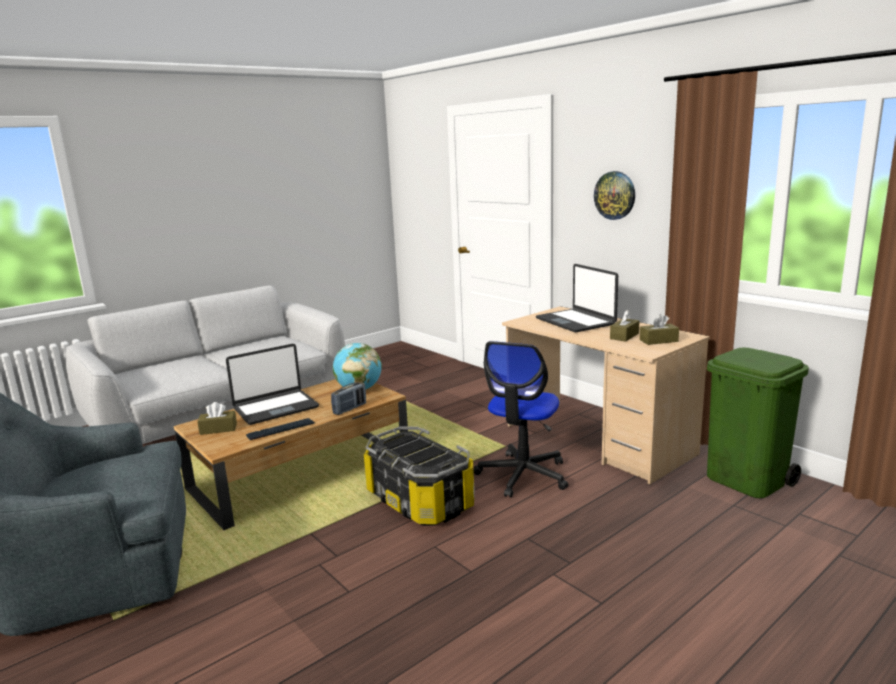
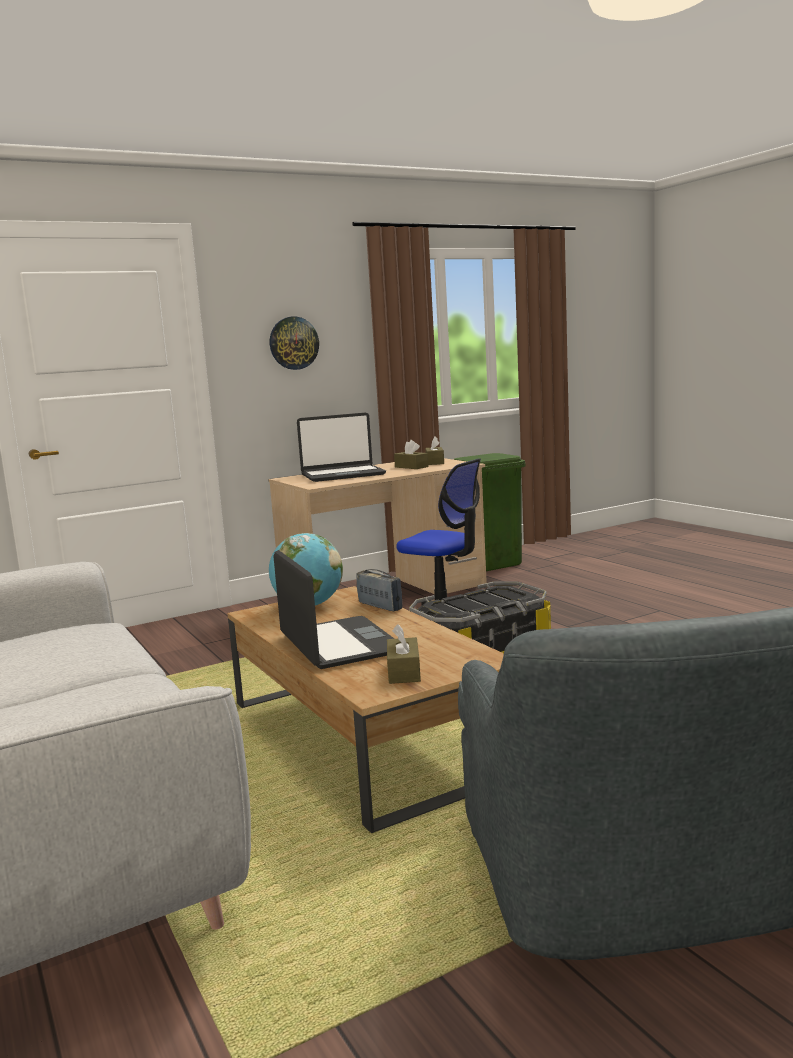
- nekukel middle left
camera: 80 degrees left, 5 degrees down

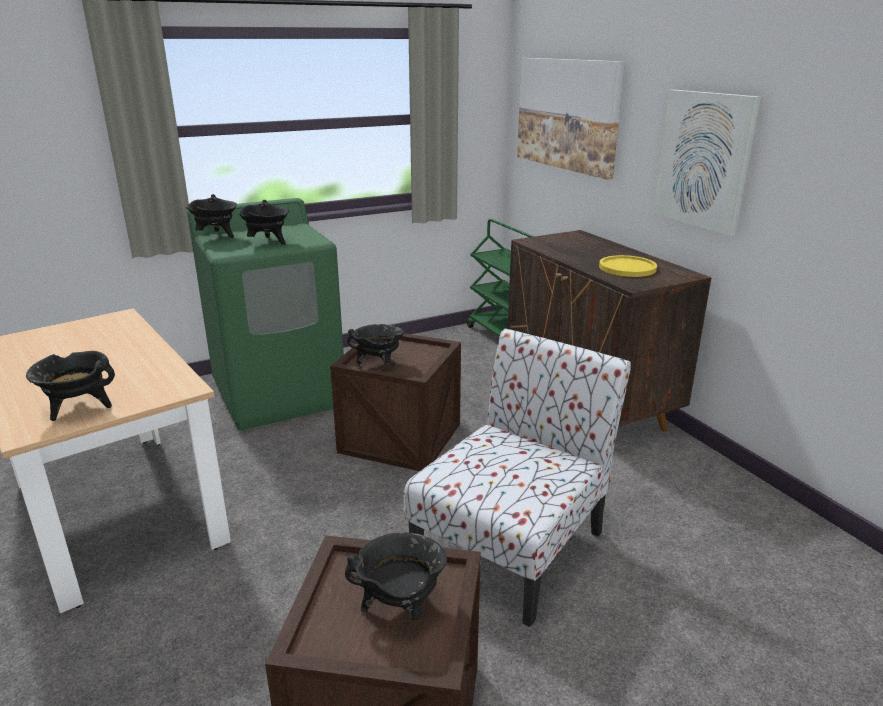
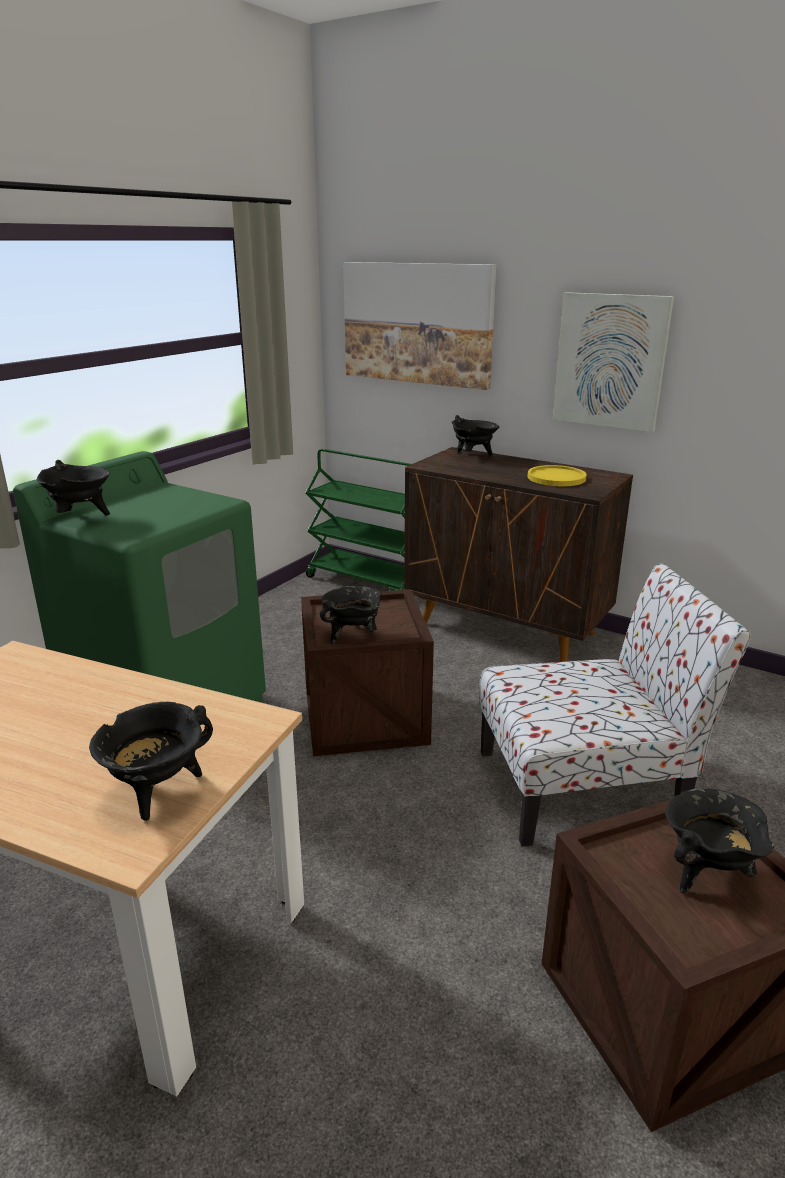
~ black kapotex (3rd from left in the first image) top left to black kapotex (4th from left) centre
~ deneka bottom centre = middle right 75 degrees clockwise
camera: 30 degrees left, 0 degrees up

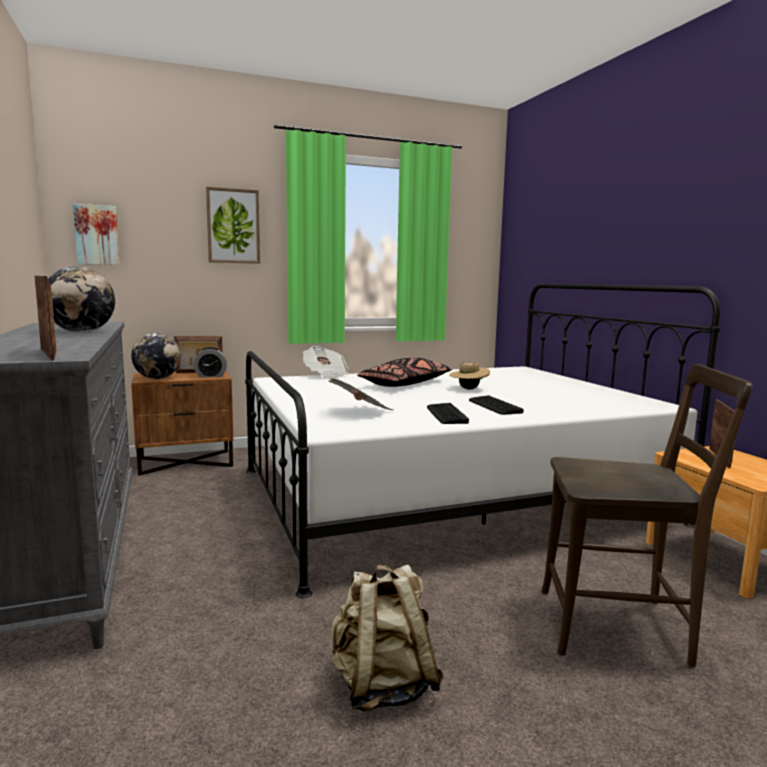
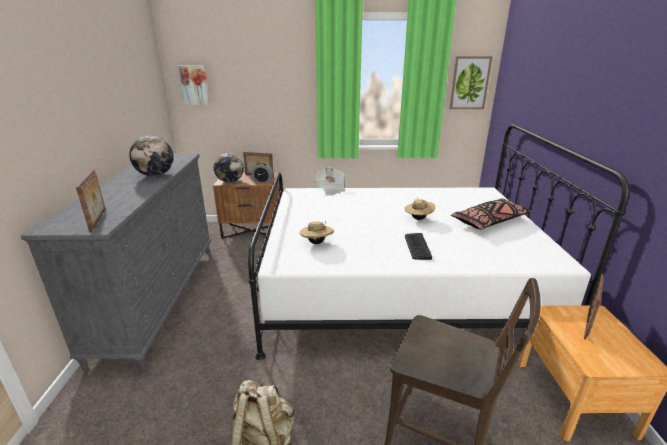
~ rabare (2nd from left) centre to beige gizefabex (1st from left) centre
~ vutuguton (2nd from left) top left to top right
~ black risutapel centre to middle right
- nekukel (1st from left) centre
camera: 20 degrees right, 15 degrees up

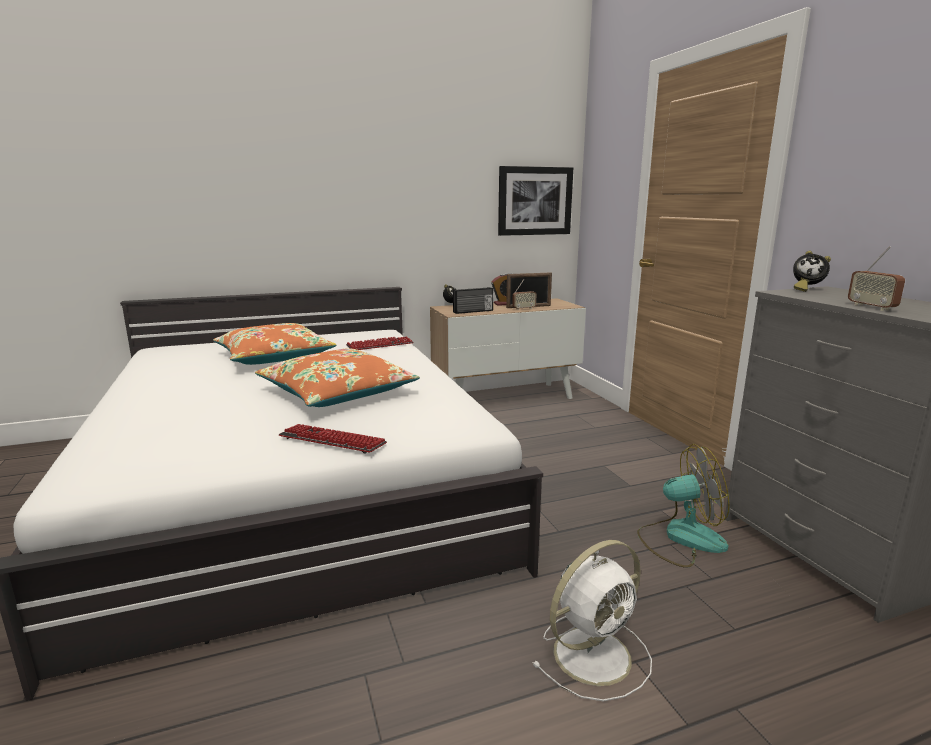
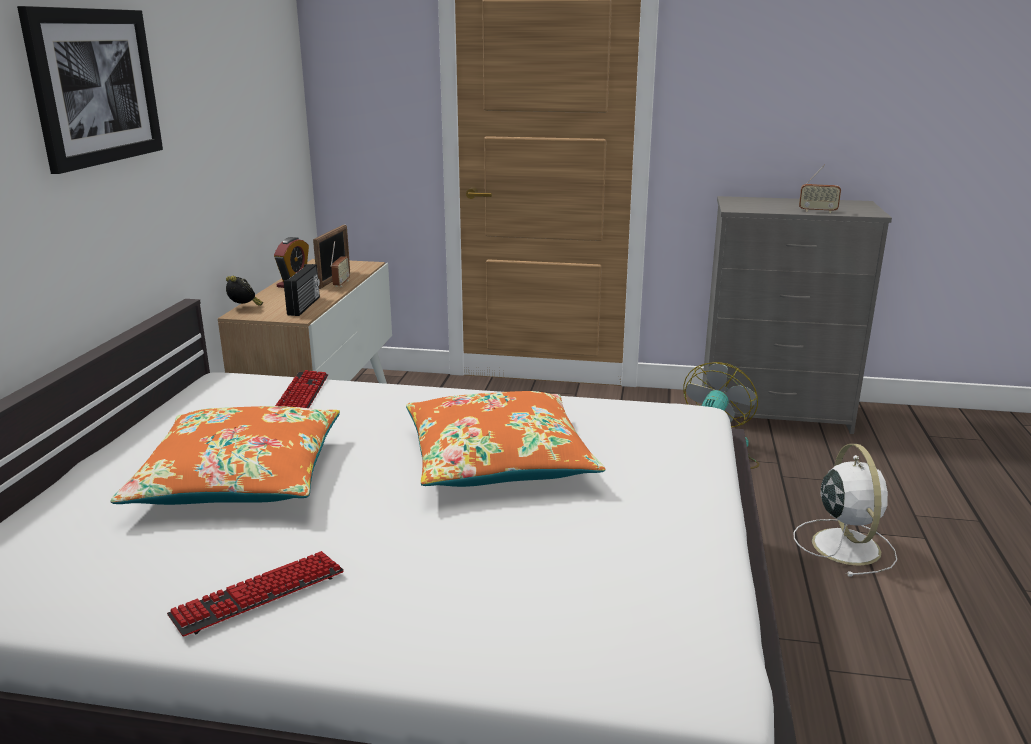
~ vutuguton top centre to top left
~ nekukel (1st from left) centre to bottom left
- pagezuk (3rd from left) middle right
camera: 60 degrees left, 5 degrees up

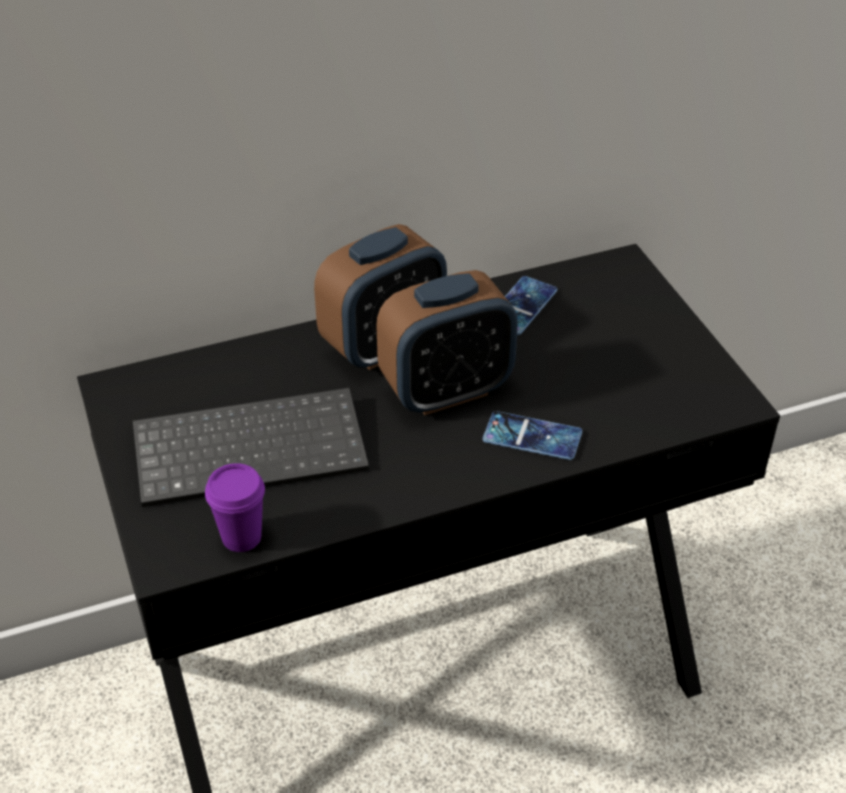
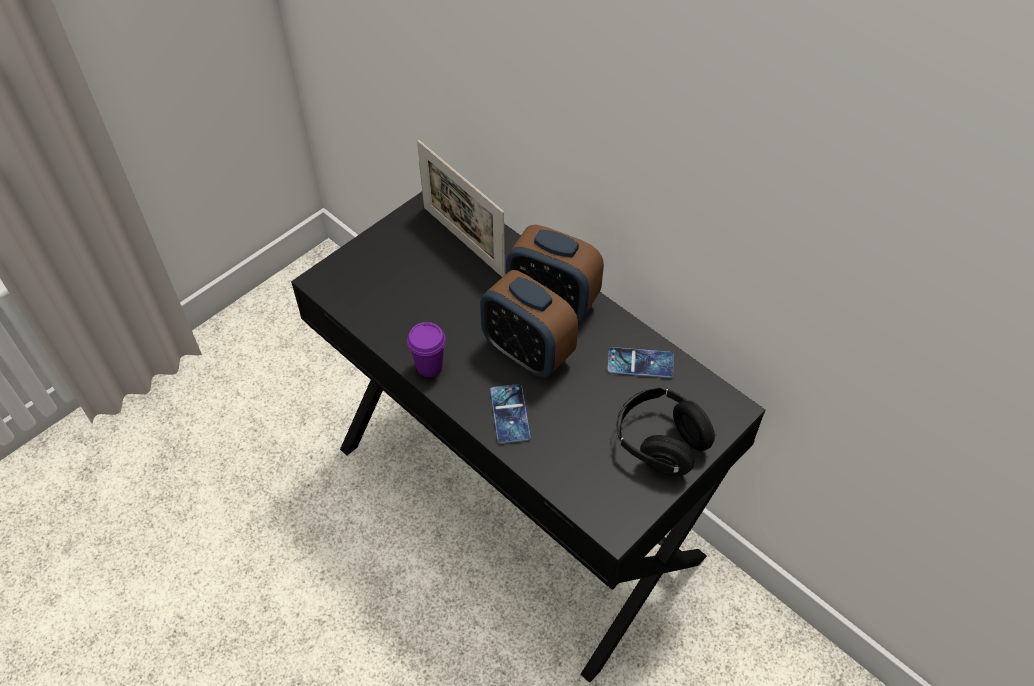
~ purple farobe middle left to centre
+ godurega top centre
+ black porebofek centre
- nekukel middle left
camera: 65 degrees right, 10 degrees up

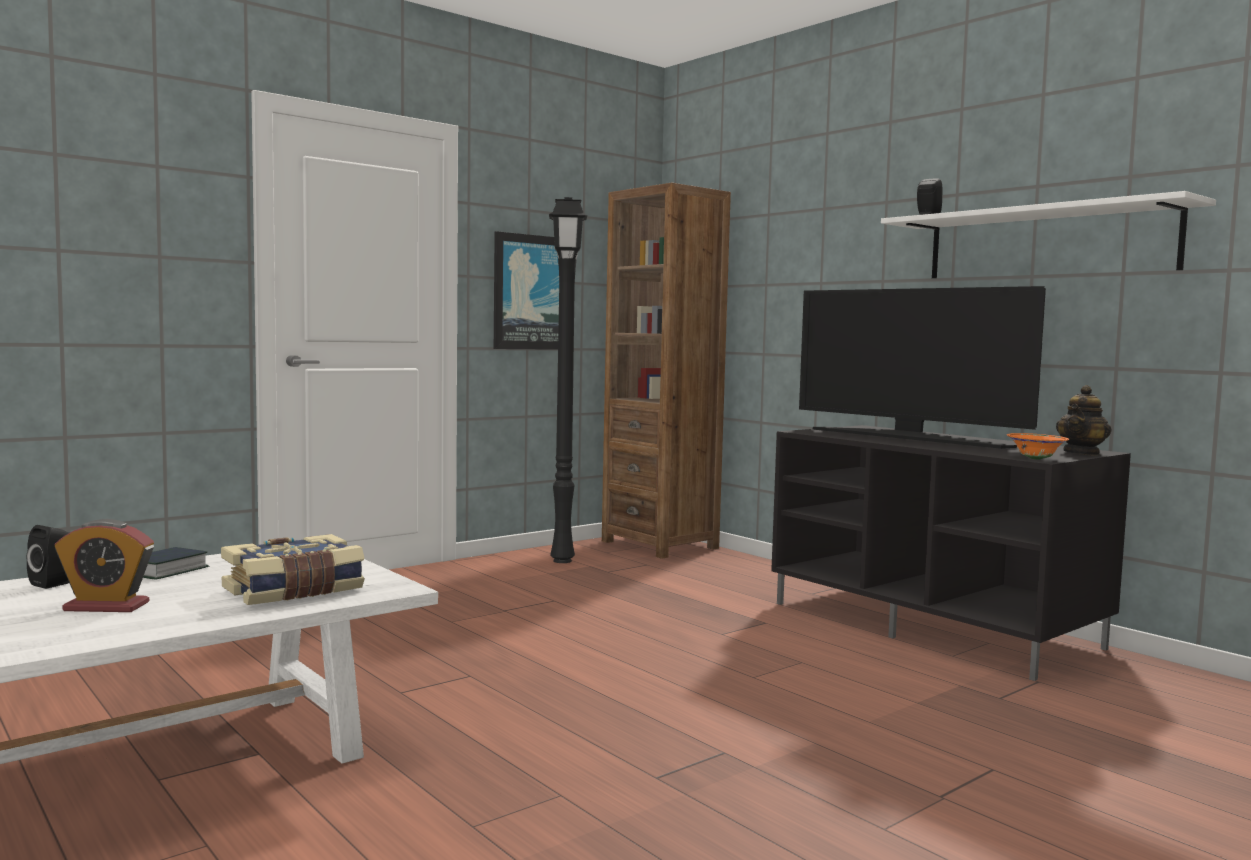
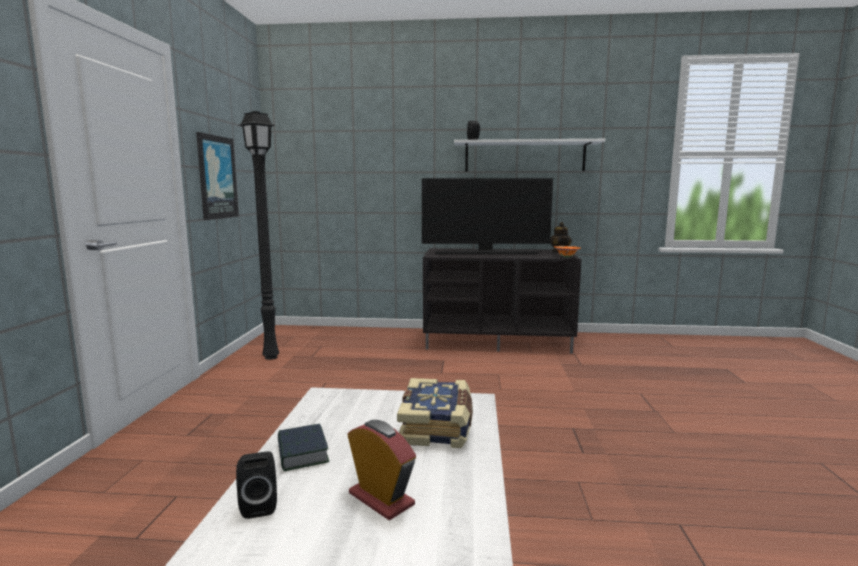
~ pagezuk middle left = bottom centre 90 degrees counterclockwise
- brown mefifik centre
camera: 45 degrees left, 5 degrees up

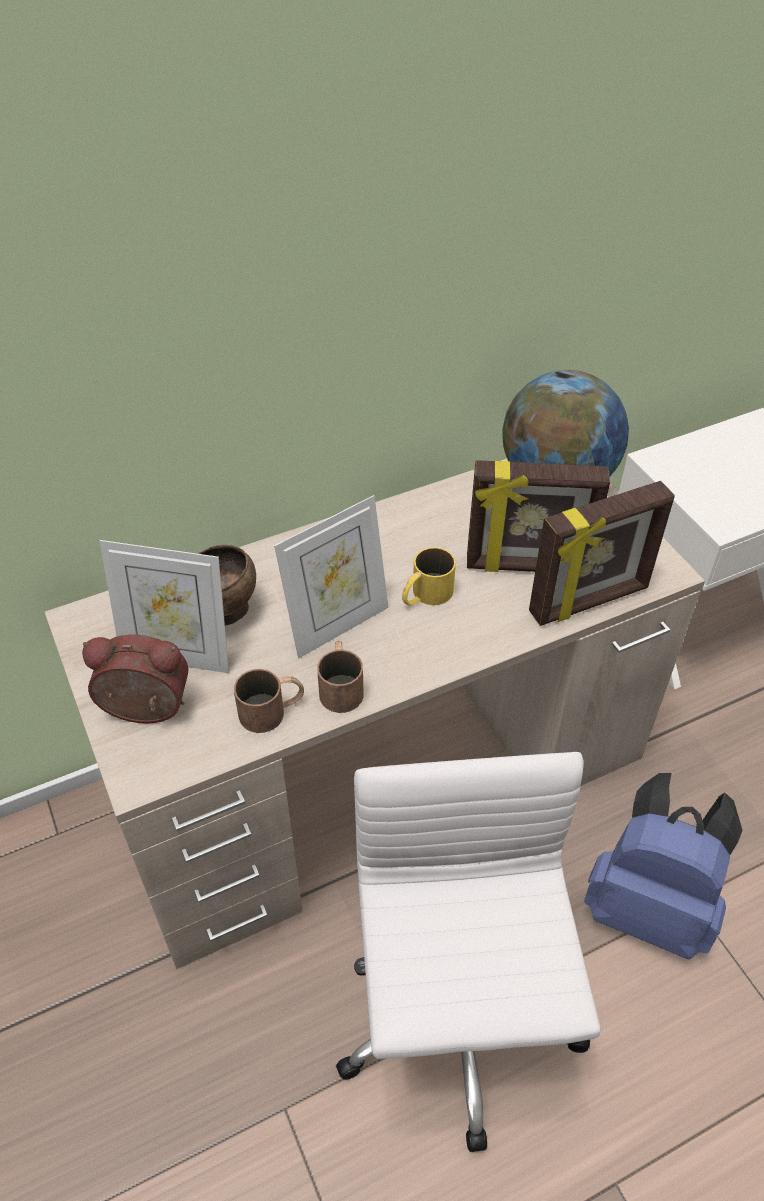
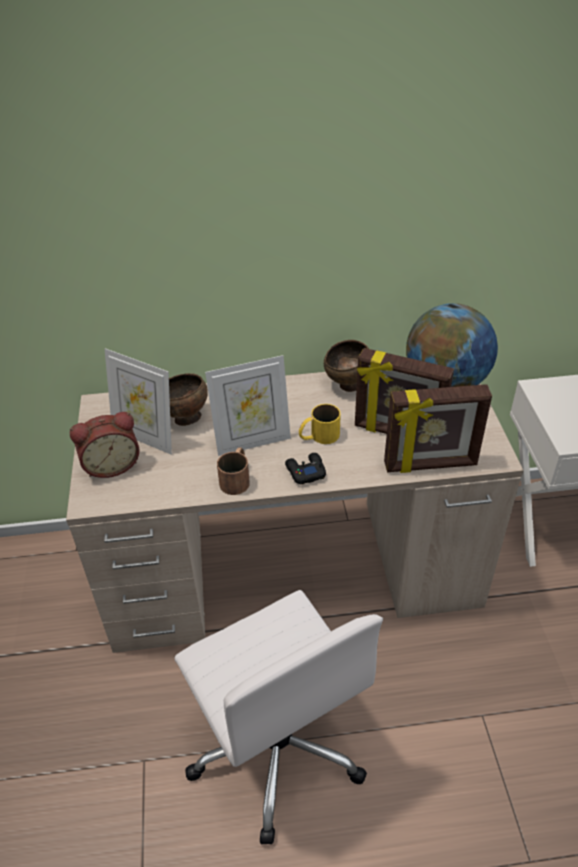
~ pagezuk middle left = middle left 135 degrees clockwise
~ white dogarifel bottom centre = bottom centre 135 degrees clockwise
+ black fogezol centre
+ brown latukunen (2nd from left) centre
- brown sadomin (1st from left) centre
- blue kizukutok bottom right
camera: 20 degrees right, 5 degrees down

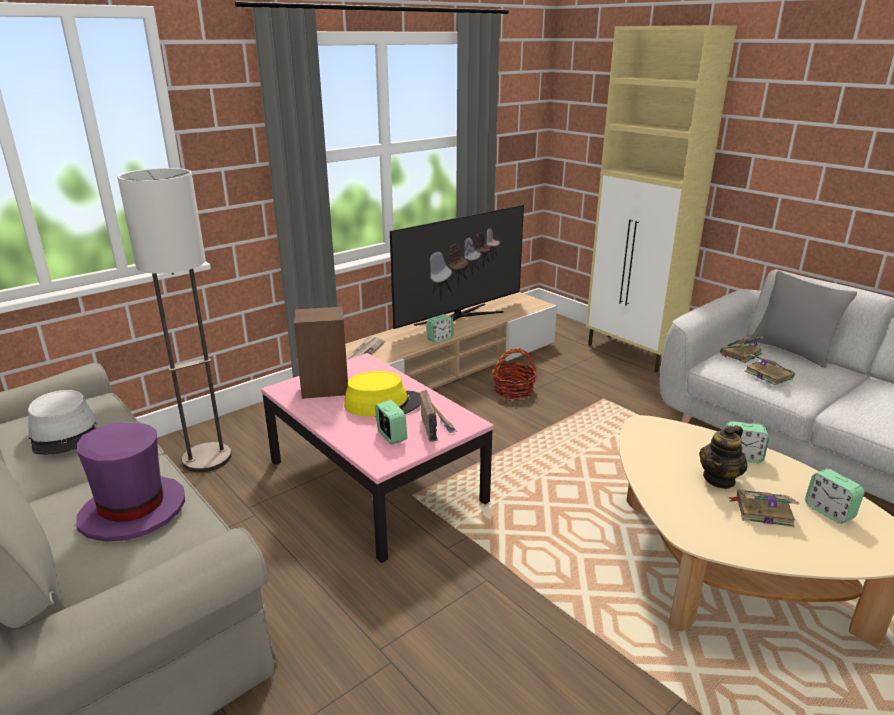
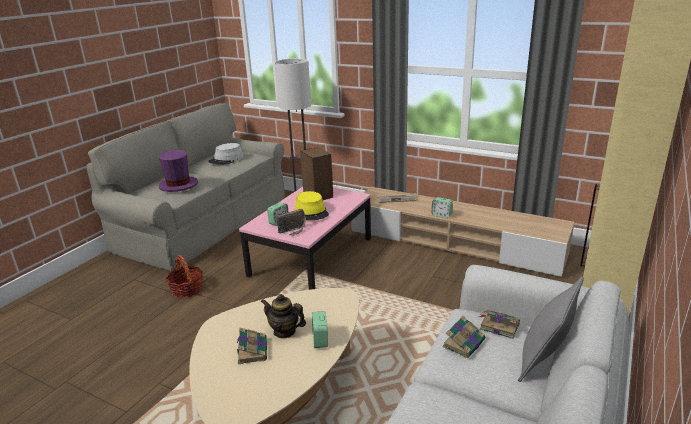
~ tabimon centre to middle left
- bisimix centre
- pagezuk (4th from left) bottom right
camera: 70 degrees right, 0 degrees up

